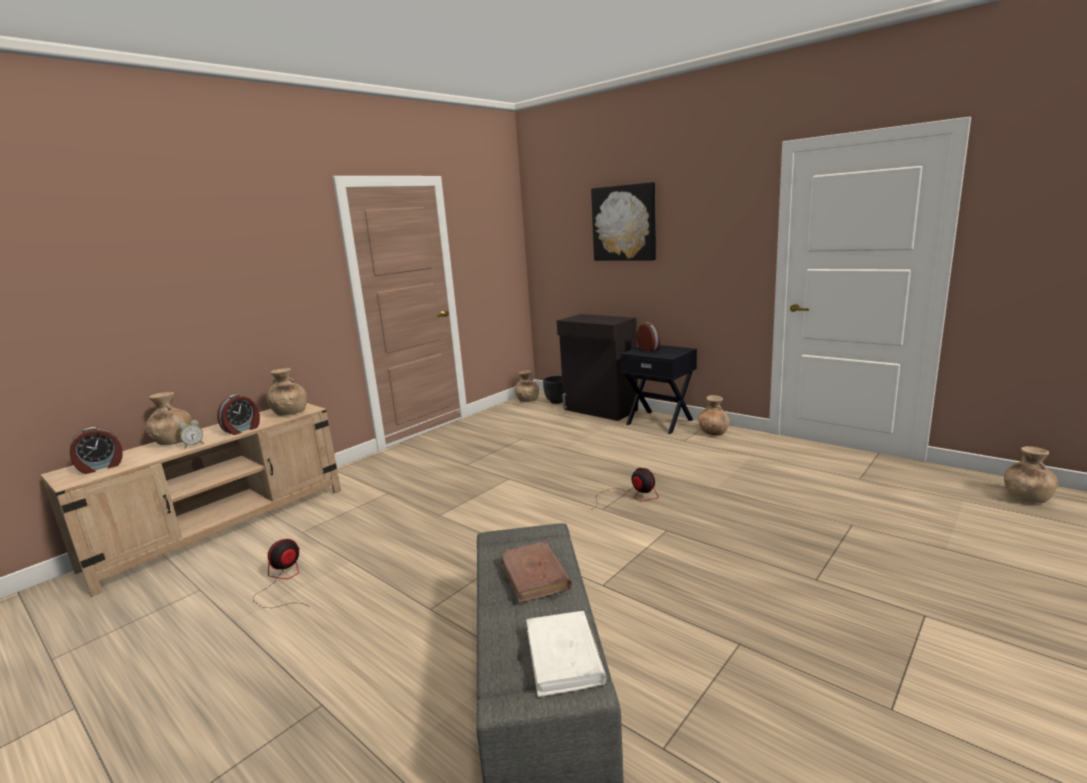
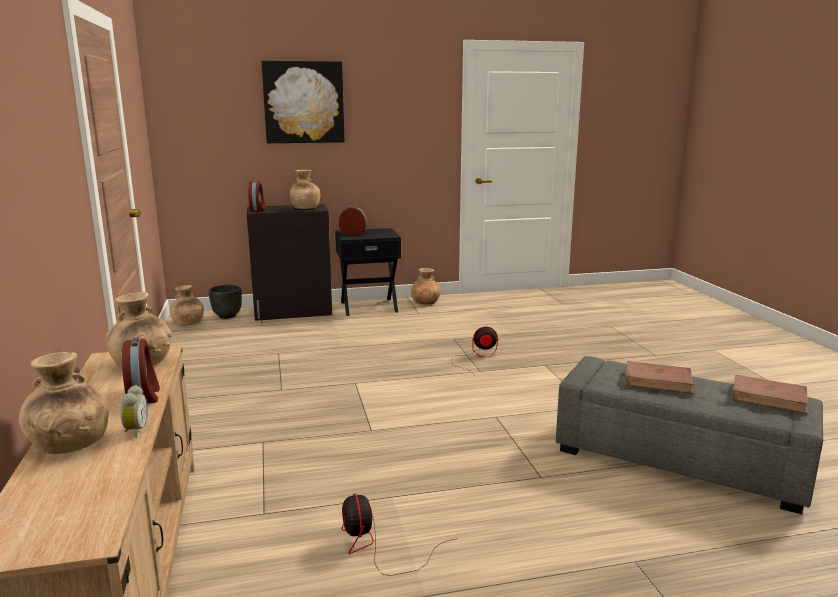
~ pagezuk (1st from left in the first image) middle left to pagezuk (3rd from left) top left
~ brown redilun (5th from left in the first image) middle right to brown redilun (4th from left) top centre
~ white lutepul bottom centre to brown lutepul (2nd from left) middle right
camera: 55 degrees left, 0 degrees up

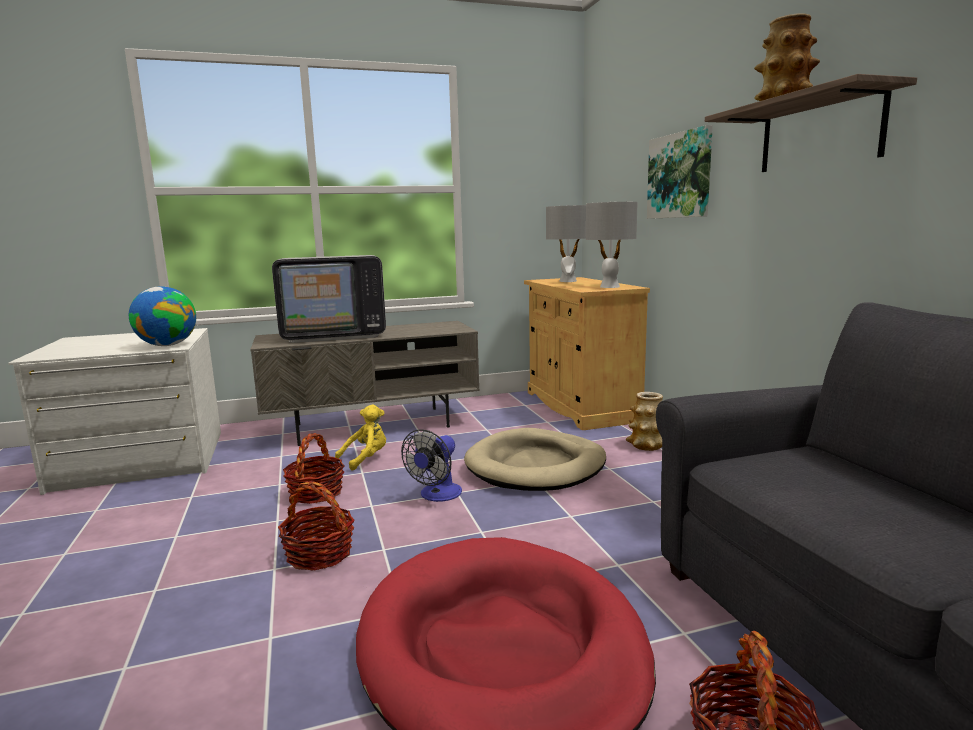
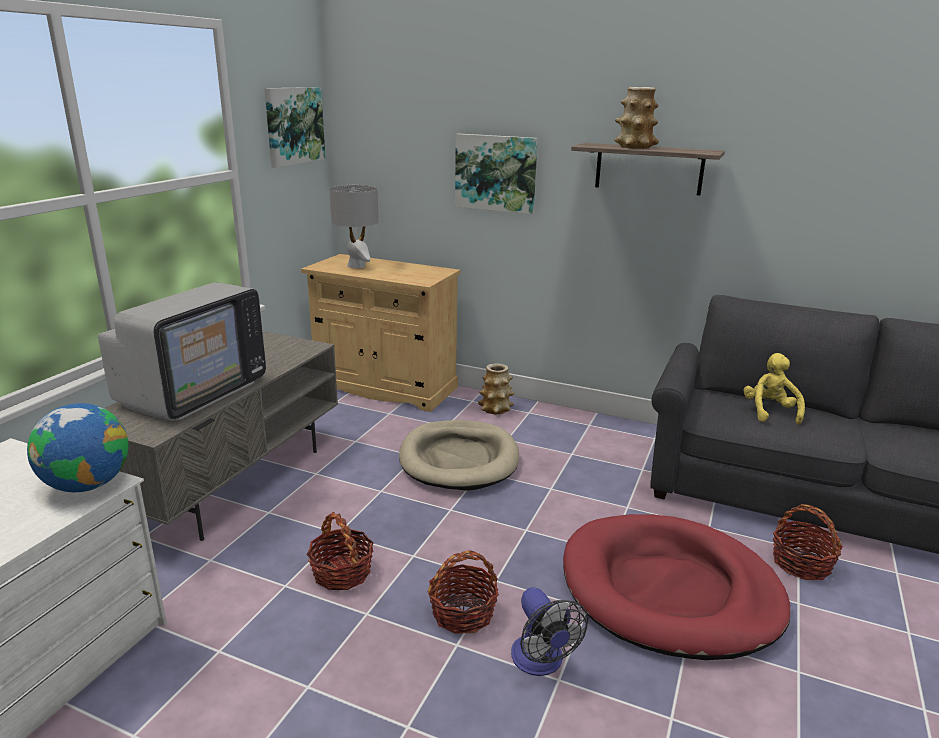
+ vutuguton (1st from left) top left
~ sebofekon centre to bottom centre
~ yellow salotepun centre to middle right
- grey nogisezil (2nd from left) centre
camera: 50 degrees left, 10 degrees up

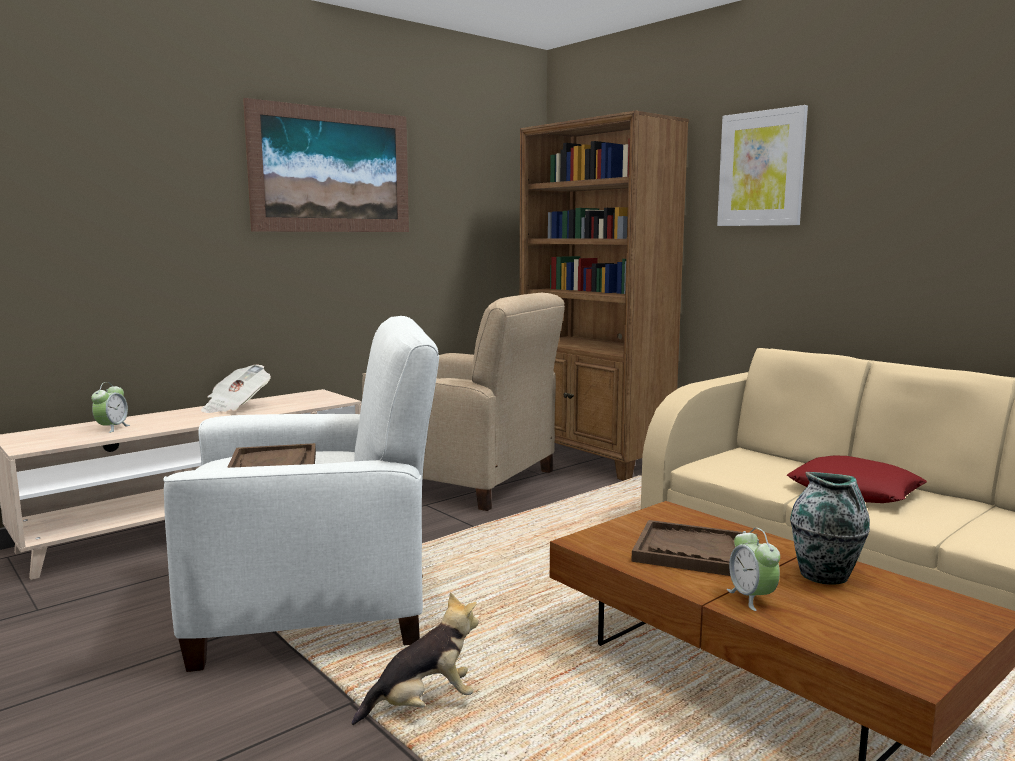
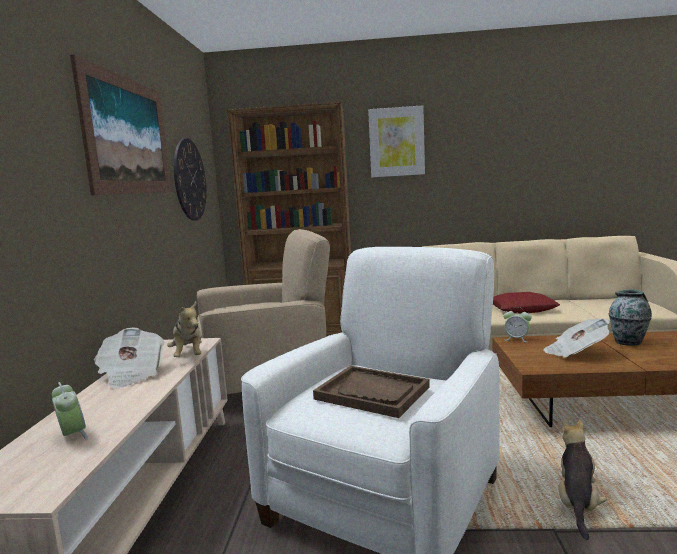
+ salotepun (1st from left) middle left
+ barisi top left
~ pagezuk (2nd from left) bottom right to middle right
~ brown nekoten (2nd from left) bottom right to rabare (2nd from left) middle right
camera: 45 degrees left, 0 degrees up

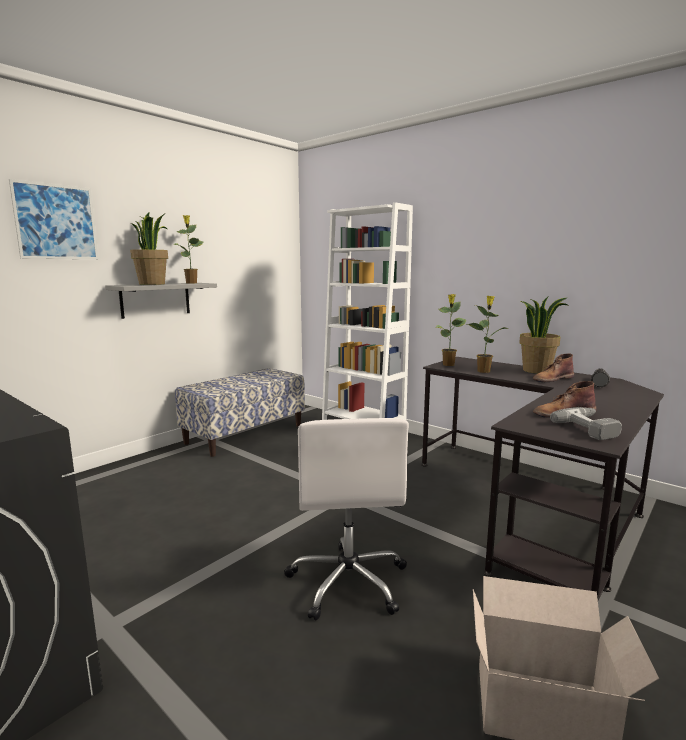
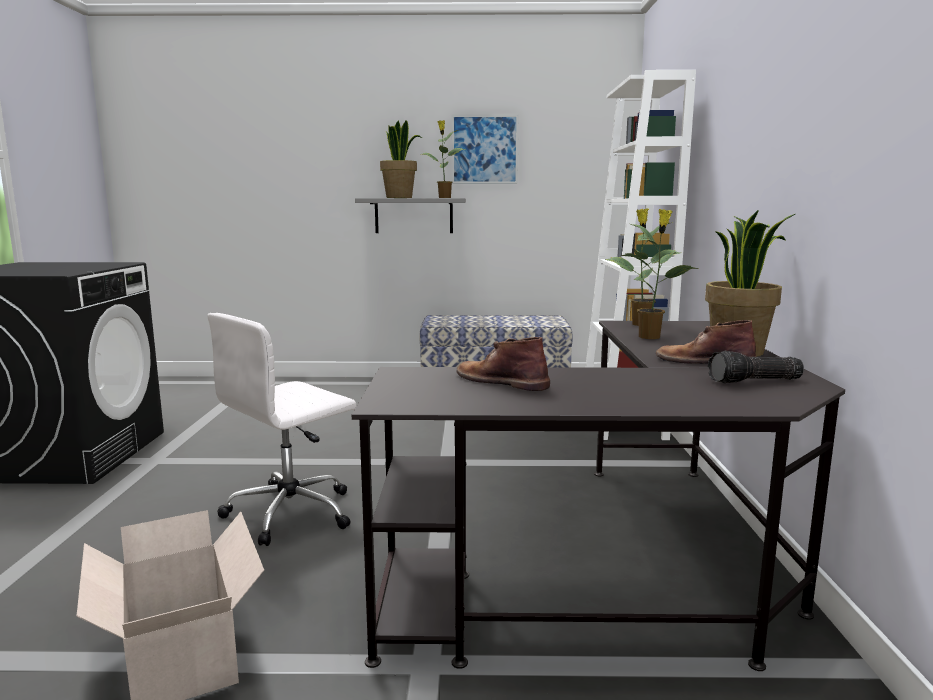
~ vutuguton top left to top centre
- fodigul middle right
camera: 50 degrees right, 0 degrees up

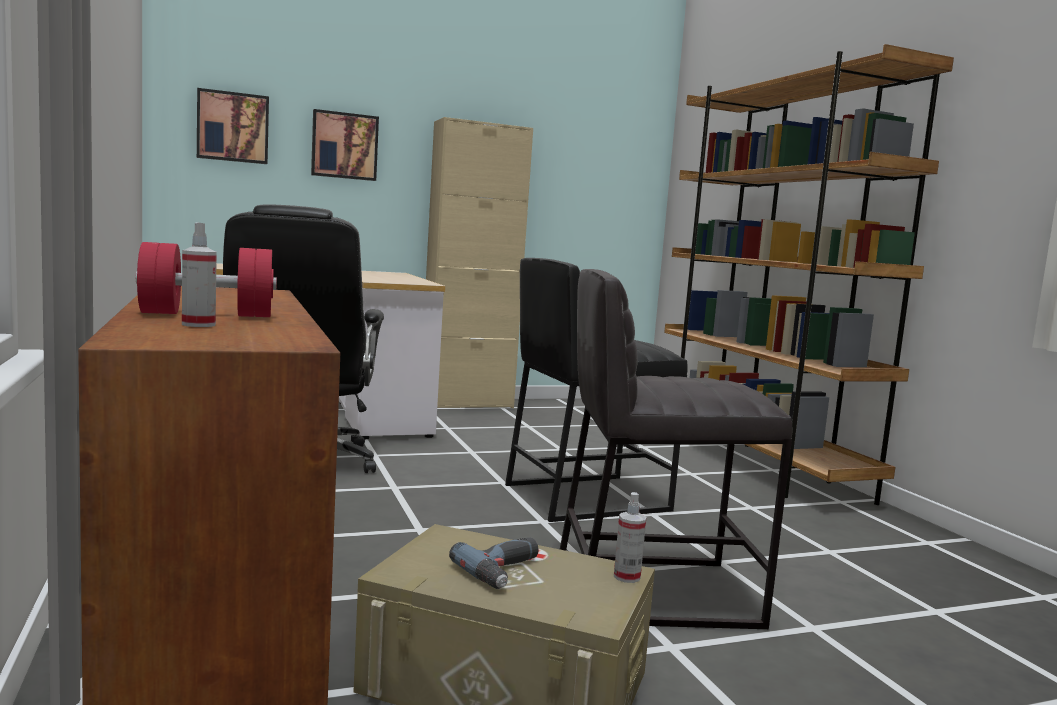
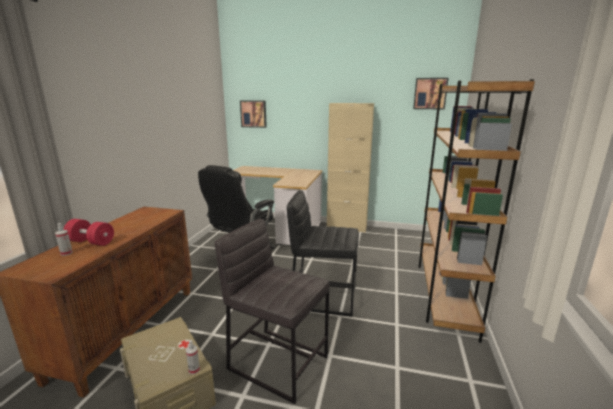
~ vutuguton (2nd from left) top left to top right
- fodigul bottom centre
camera: 35 degrees right, 10 degrees up

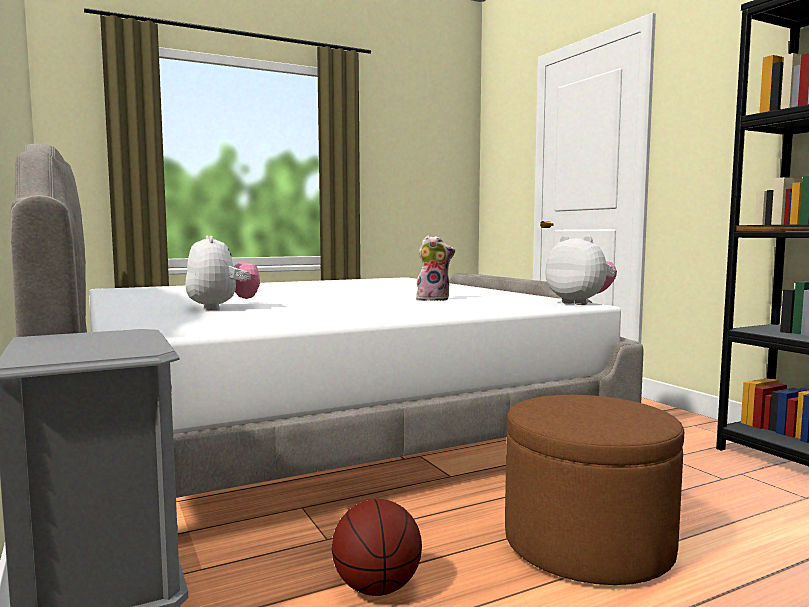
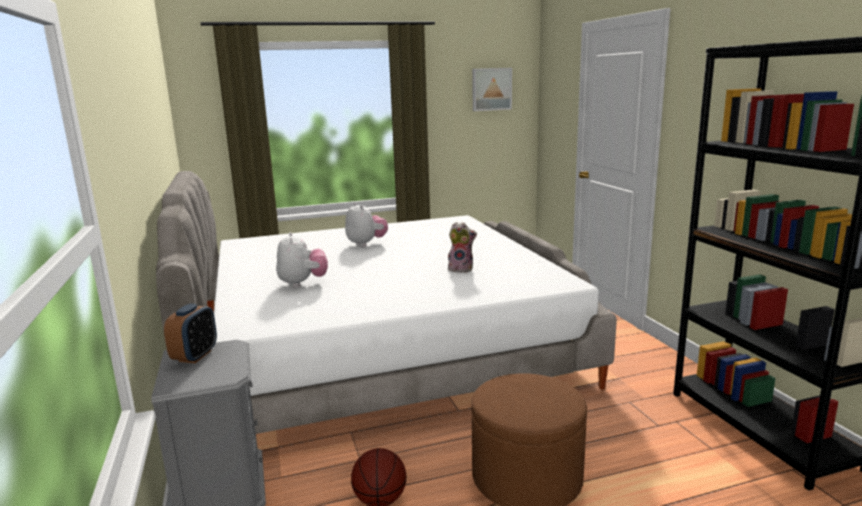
+ pagezuk middle left
~ salotepun (3rd from left in the first image) middle right to salotepun (2nd from left) centre
+ vutuguton top centre
camera: 10 degrees right, 10 degrees up

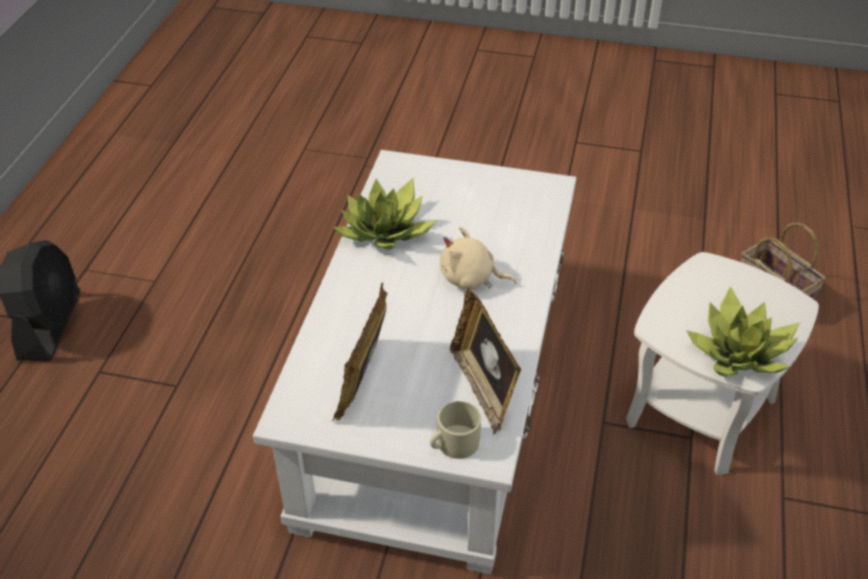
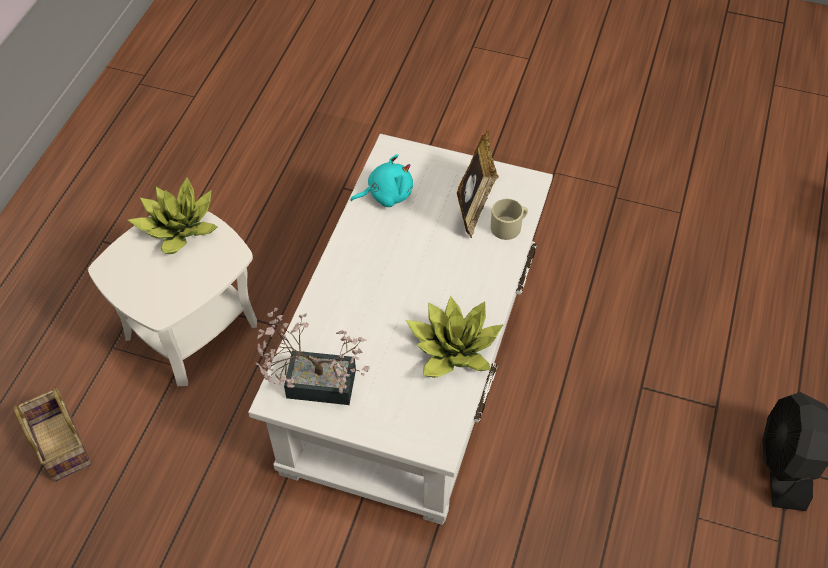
+ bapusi (2nd from left) centre
~ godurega (2nd from left) centre to turquoise salotepun top centre
~ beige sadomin bottom centre to centre
- beige salotepun centre
camera: 175 degrees left, 10 degrees up

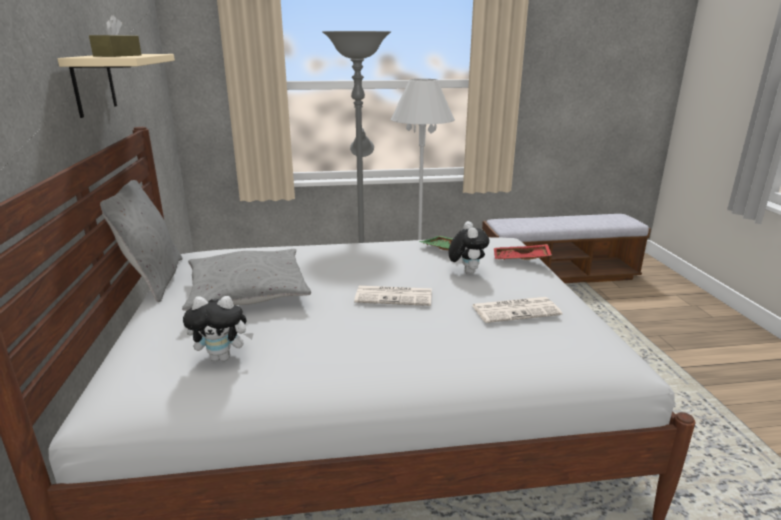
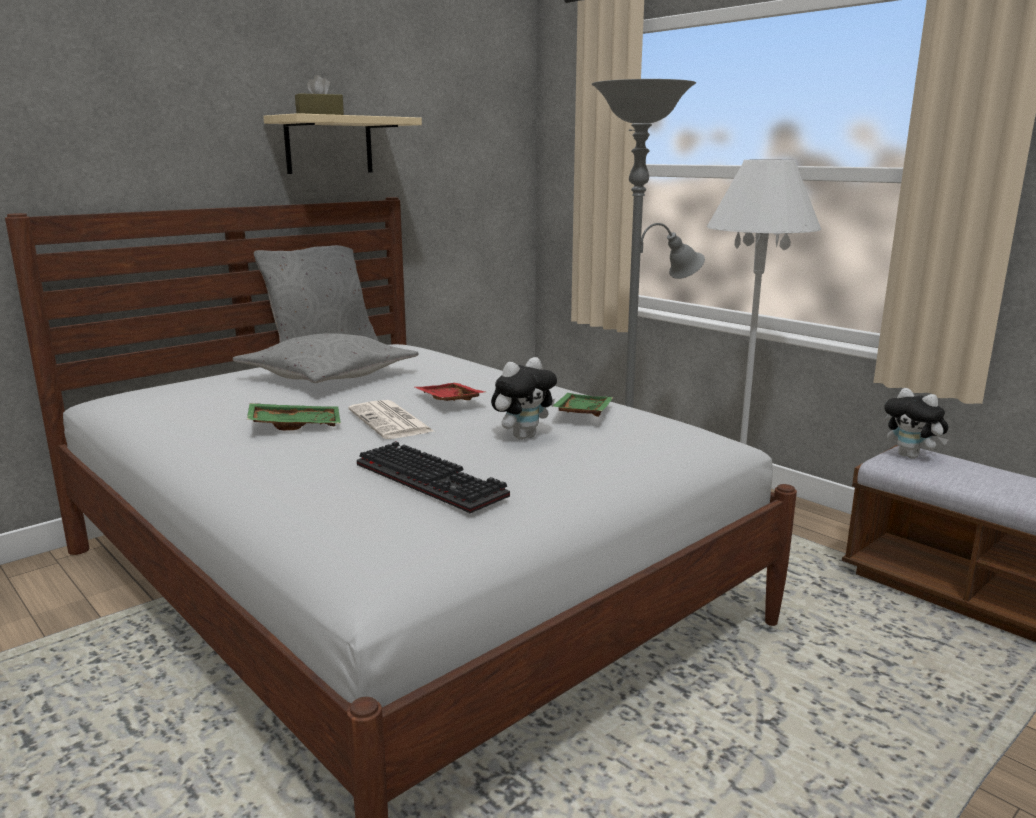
+ green nekoten (1st from left) middle left
~ rabare (2nd from left) centre to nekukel centre
~ red nekoten middle right to centre
~ salotepun (1st from left in the first image) middle left to salotepun (2nd from left) middle right
camera: 55 degrees right, 5 degrees down

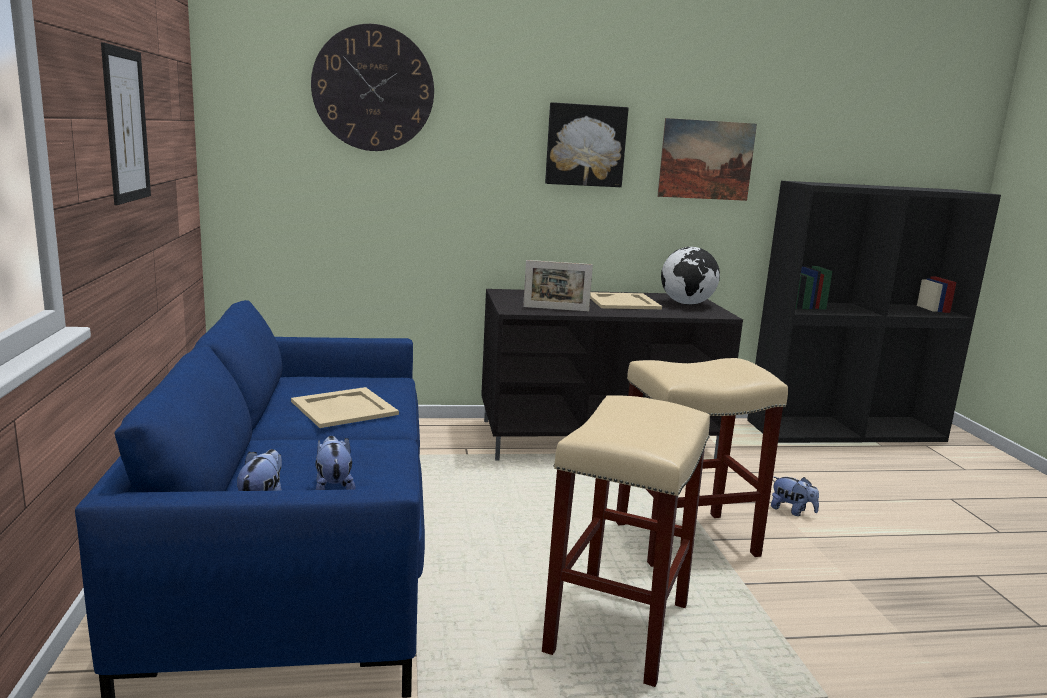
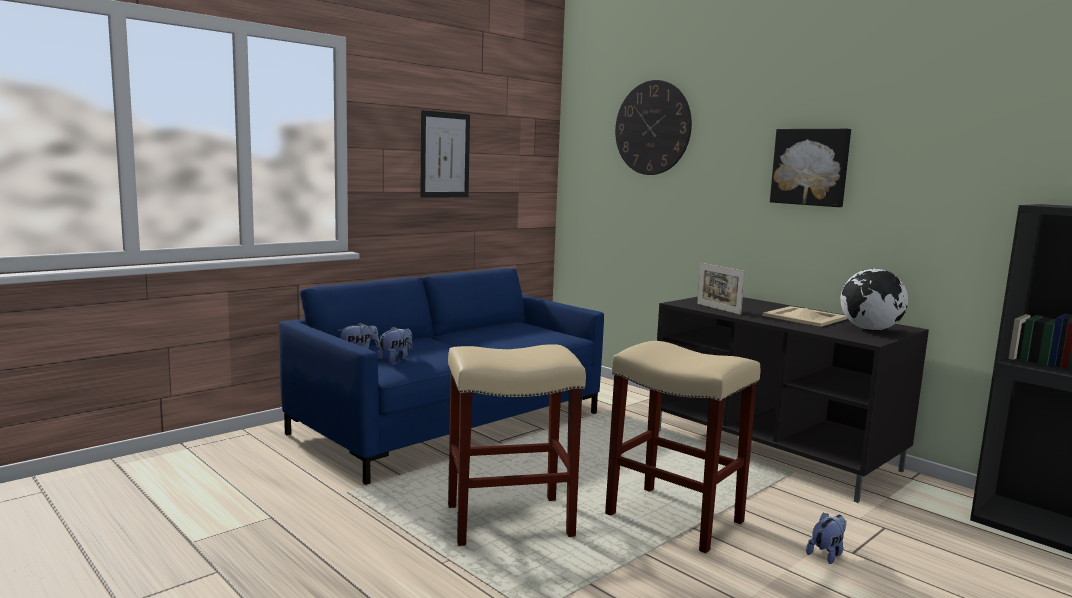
~ salotepun (3rd from left) bottom right = bottom right 135 degrees counterclockwise
- beige nekoten (1st from left) middle left
- vutuguton (3rd from left) top right
camera: 55 degrees right, 5 degrees down

